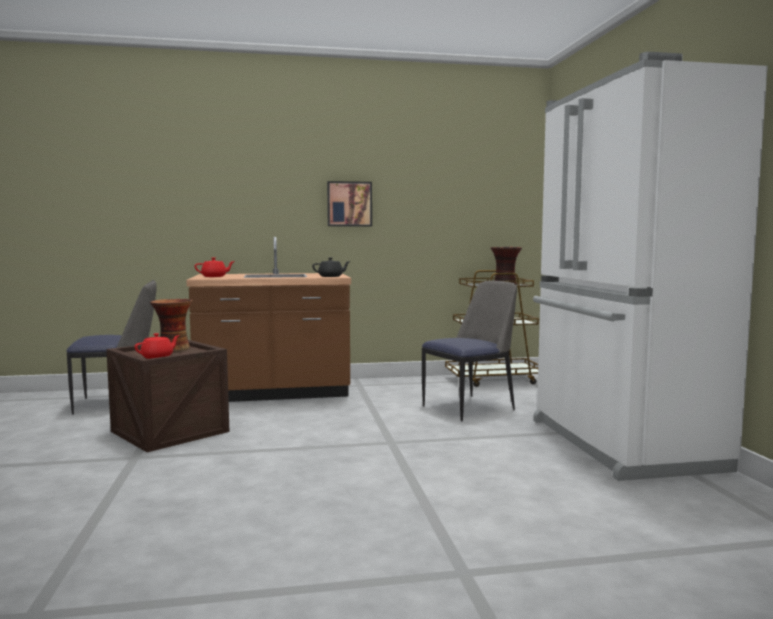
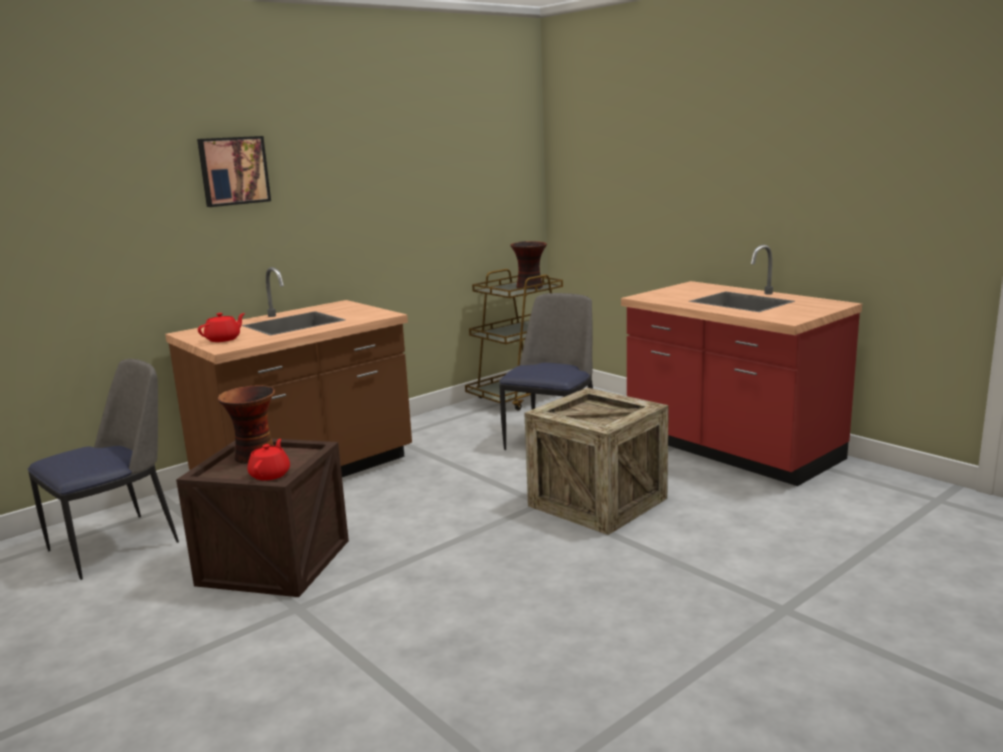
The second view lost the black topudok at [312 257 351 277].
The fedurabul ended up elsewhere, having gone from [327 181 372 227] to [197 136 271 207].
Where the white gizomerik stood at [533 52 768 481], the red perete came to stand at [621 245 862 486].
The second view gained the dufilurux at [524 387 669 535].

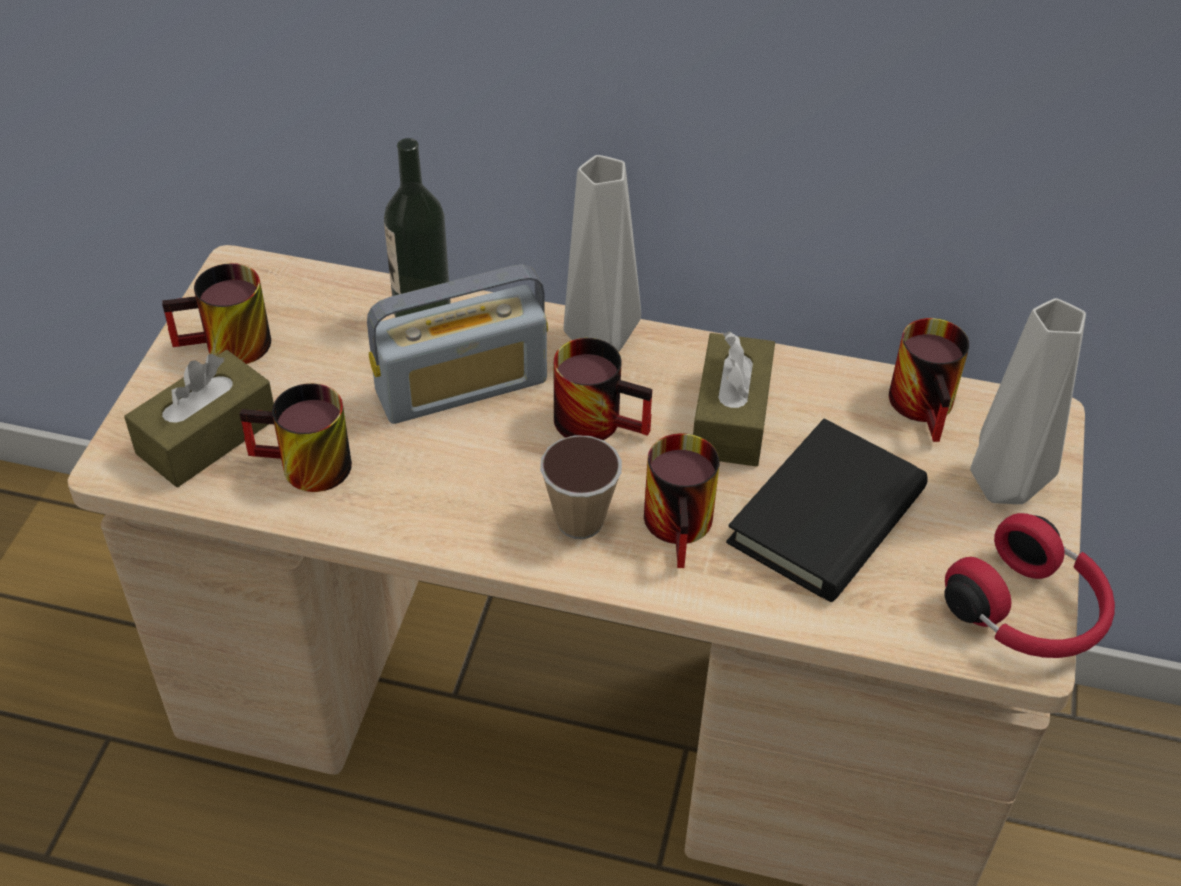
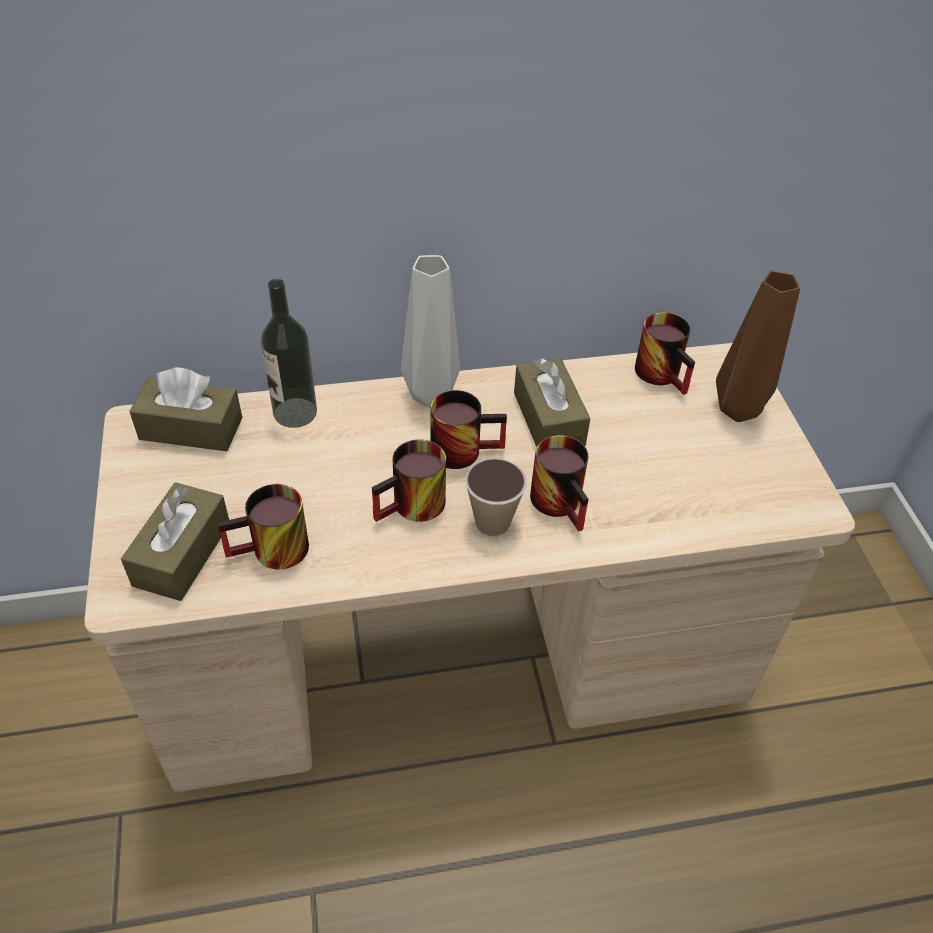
The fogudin ended up elsewhere, having gone from [162 263 271 364] to [372 439 446 522].
The second view lost the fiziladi at [367 264 548 424].
The second view lost the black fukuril at [726 419 928 602].
The second view lost the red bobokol at [944 513 1115 658].
What was the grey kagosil at [970 298 1086 504] turned into the brown kagosil at [716 270 800 422].
The second view gained the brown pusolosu at [129 367 242 451].

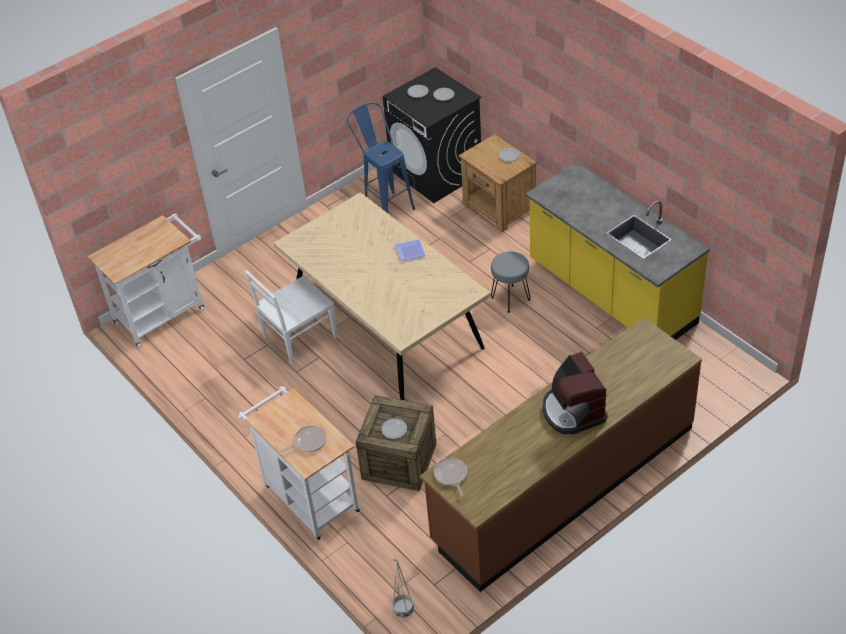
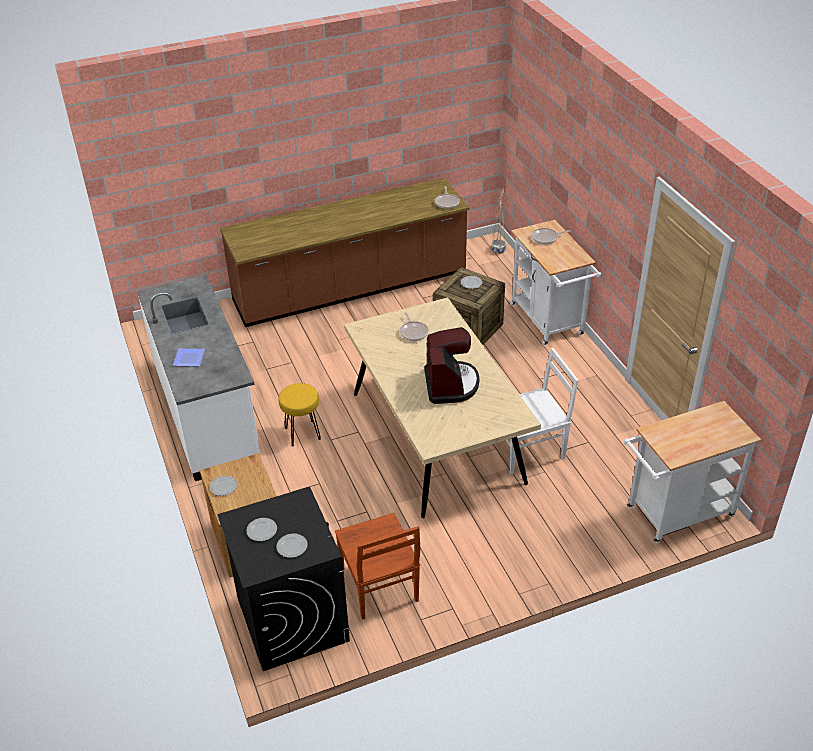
Where the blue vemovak stood at [347 102 415 213], the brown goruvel came to stand at [335 513 420 620].
The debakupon ended up elsewhere, having gone from [395 239 425 261] to [173 348 205 366].
What was the grey vemovak at [491 252 530 313] turned into the yellow vemovak at [278 383 321 447].
What was the yellow perete at [526 162 709 340] turned into the white perete at [137 275 260 481].
The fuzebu ended up elsewhere, having gone from [543 352 608 434] to [424 327 480 404].
The second view gained the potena at [400 312 429 341].

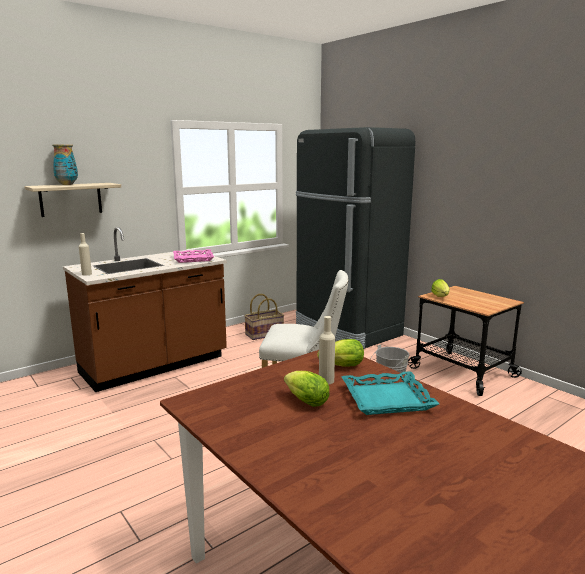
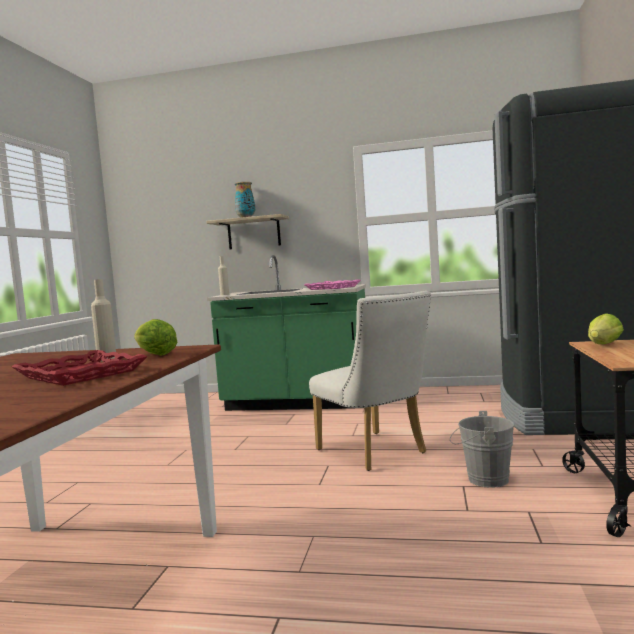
What was the brown perete at [63 227 227 392] turned into the green perete at [207 255 366 411].
The second view lost the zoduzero at [244 294 284 340].
The second view lost the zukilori at [284 371 330 407].
What was the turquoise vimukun at [341 371 439 415] turned into the red vimukun at [12 350 148 386].

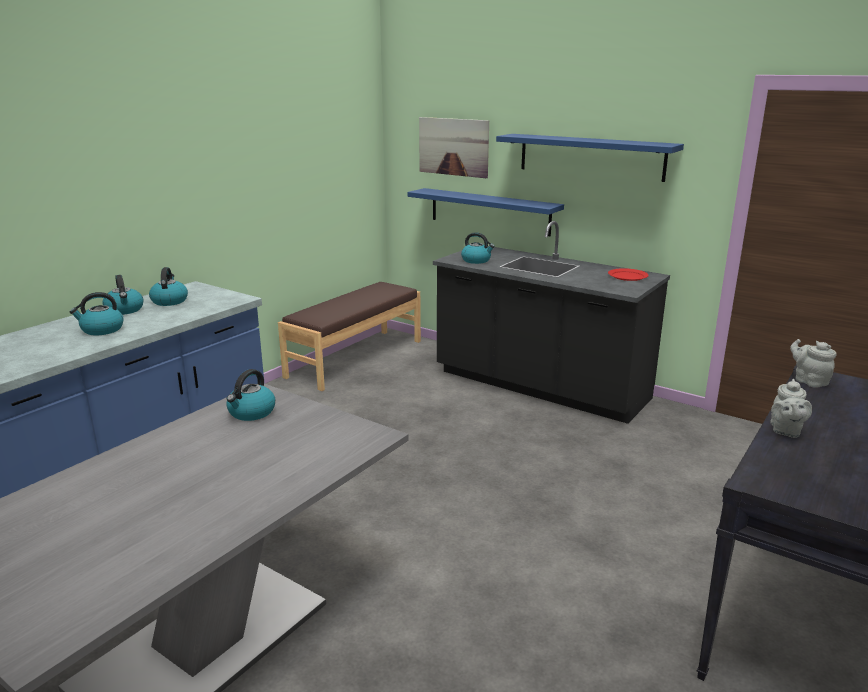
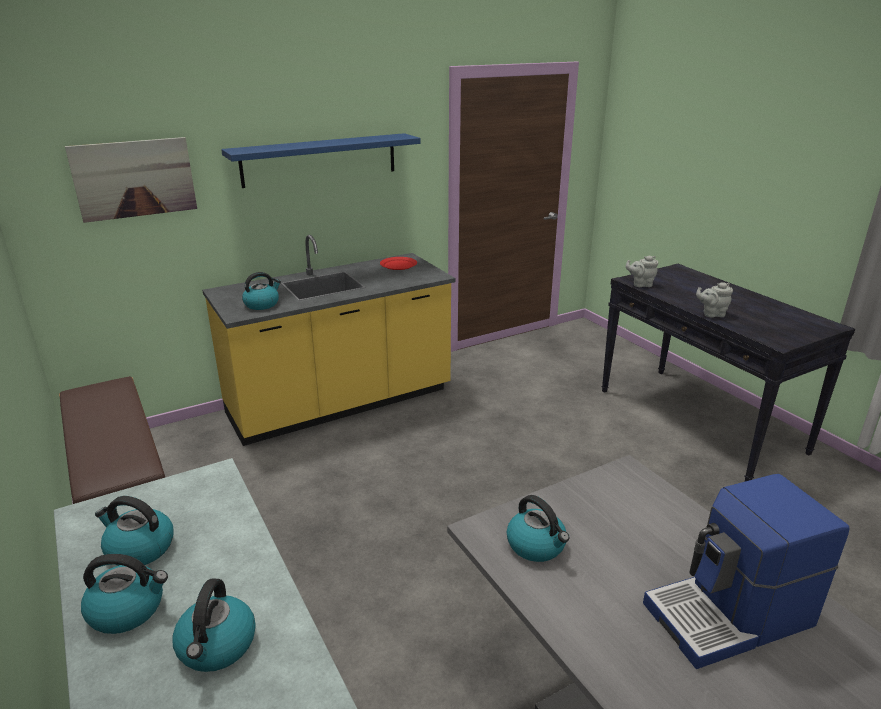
The second view lost the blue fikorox at [407 188 564 236].
What was the black perete at [433 221 670 424] turned into the yellow perete at [202 235 455 446].
The grey topudok at [770 379 812 438] ended up facing another way, 135 degrees clockwise from before.
The second view gained the fuzebu at [643 474 850 669].

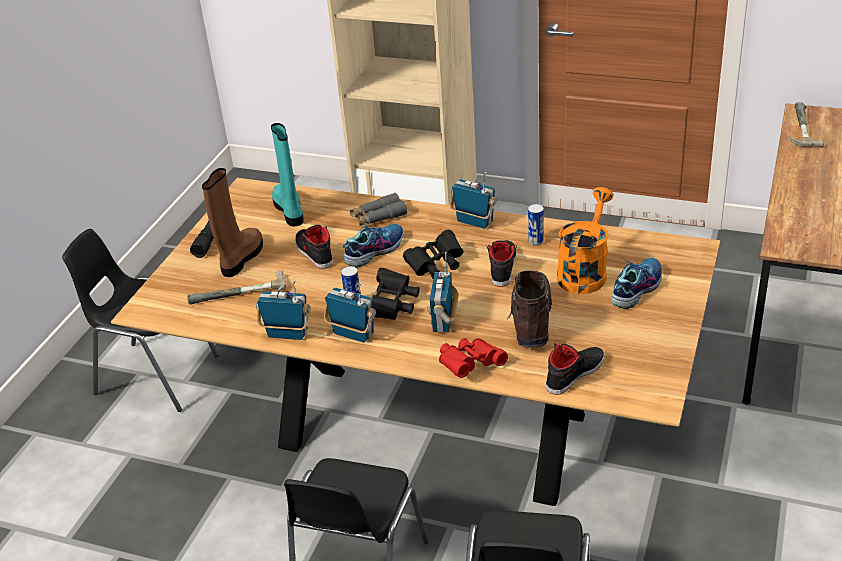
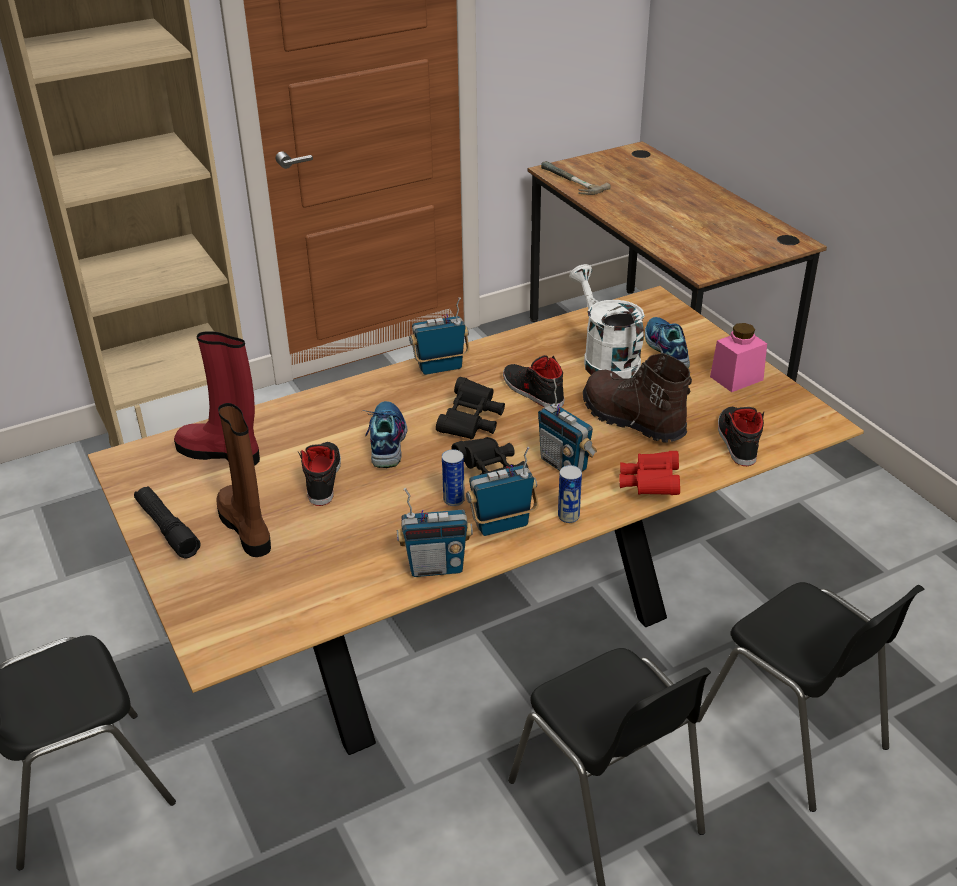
The second view lost the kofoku at [187 271 286 305].
The fiziladi at [256 280 310 340] ended up facing another way, 150 degrees counterclockwise from before.
What was the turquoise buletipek at [271 123 304 226] turned into the red buletipek at [174 331 260 466].
The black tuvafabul at [295 225 333 268] ended up facing another way, 75 degrees clockwise from before.
The second view lost the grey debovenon at [350 193 407 226].
The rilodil ended up elsewhere, having gone from [528 204 544 246] to [558 465 582 523].
What was the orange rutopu at [557 187 614 294] turned into the white rutopu at [569 264 645 379].
The second view gained the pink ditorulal at [710 323 767 392].

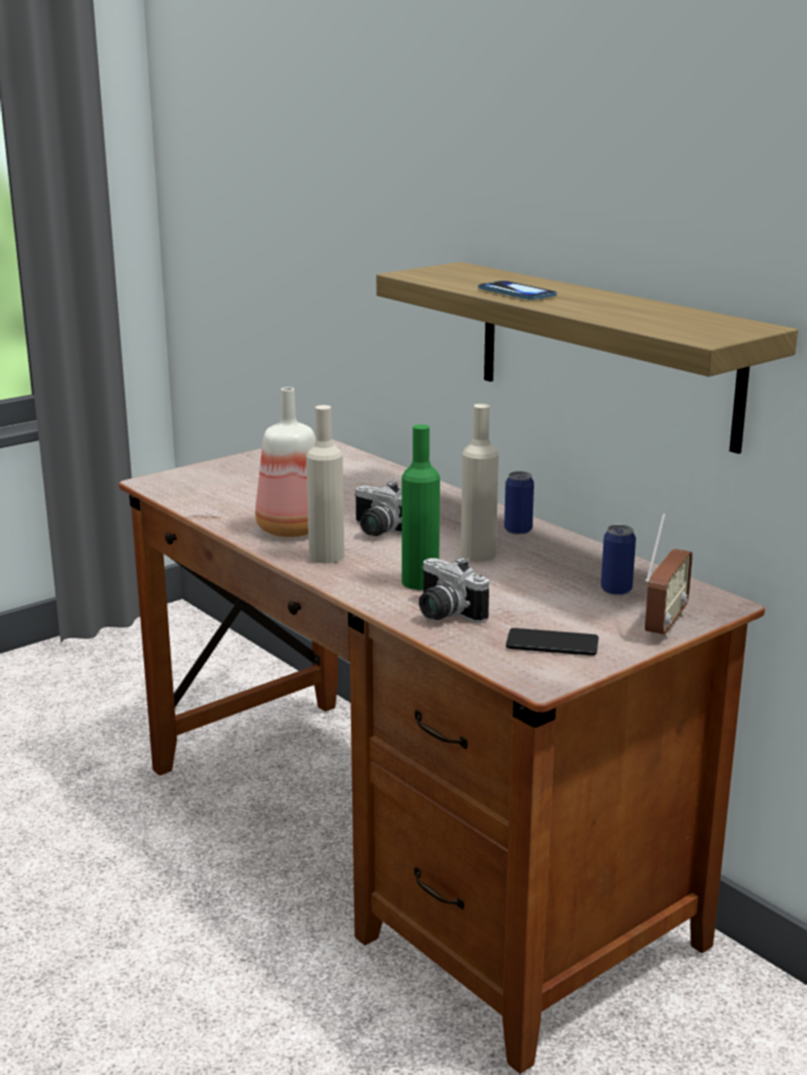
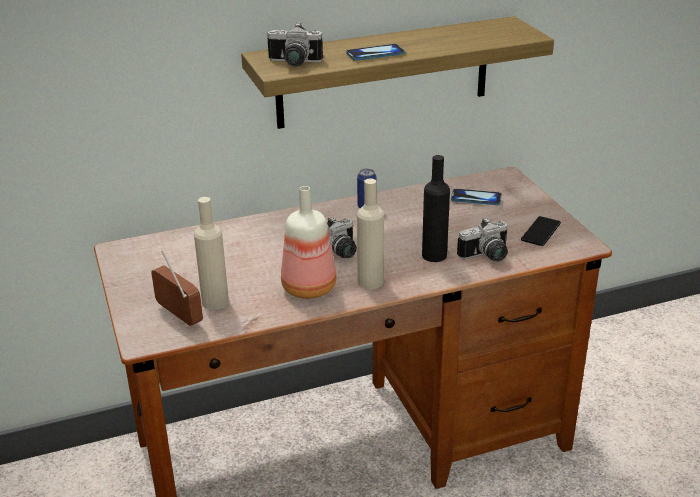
What was the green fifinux at [402 424 440 590] turned into the black fifinux at [422 155 450 262].
The beige fifinux ended up elsewhere, having gone from [461 404 499 562] to [194 197 229 310].
Where the rilodil stood at [601 525 636 595], the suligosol came to stand at [451 189 502 205].
The fiziladi ended up elsewhere, having gone from [645 513 693 638] to [151 251 203 327].
The second view gained the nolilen at [267 23 323 67].

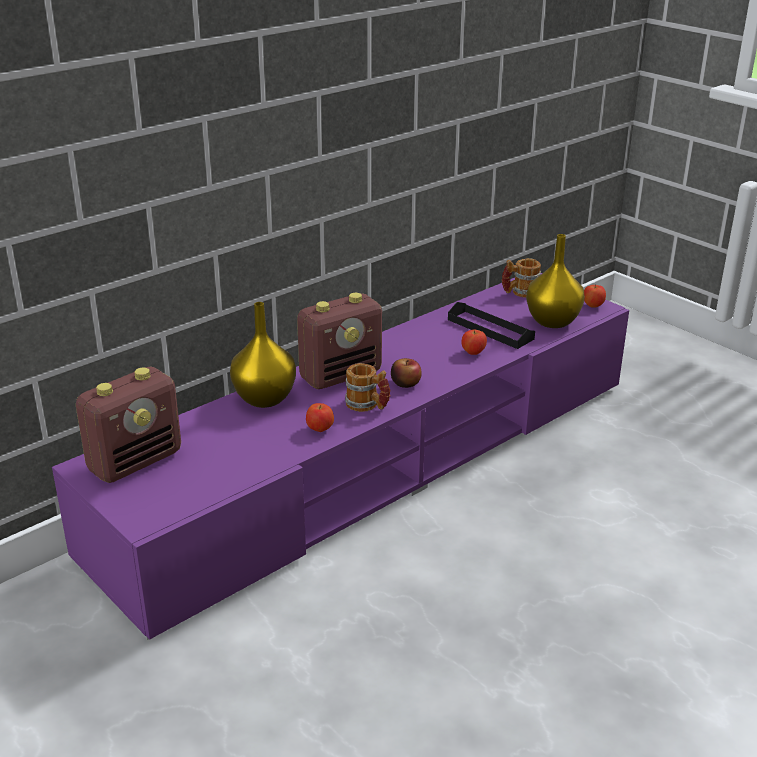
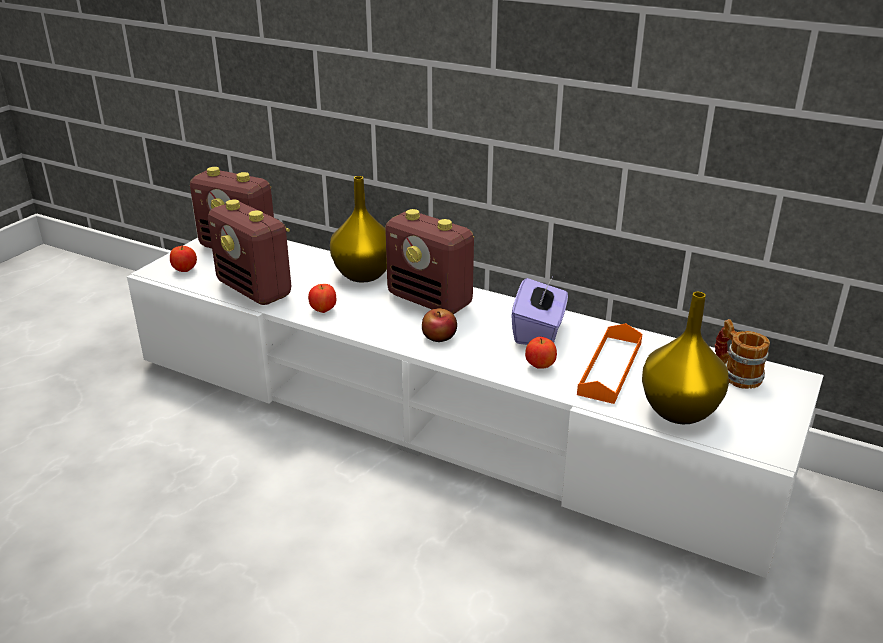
What was the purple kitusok at [52 273 629 640] turned into the white kitusok at [127 238 824 578].
The second view lost the fogudin at [345 363 391 412].
What was the black vimukun at [448 302 535 349] turned into the orange vimukun at [577 323 642 404].
The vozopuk ended up elsewhere, having gone from [584 284 606 308] to [170 246 197 272].
The second view gained the fiziladi at [208 200 291 305].
The second view gained the purple pusolosu at [511 275 568 345].

